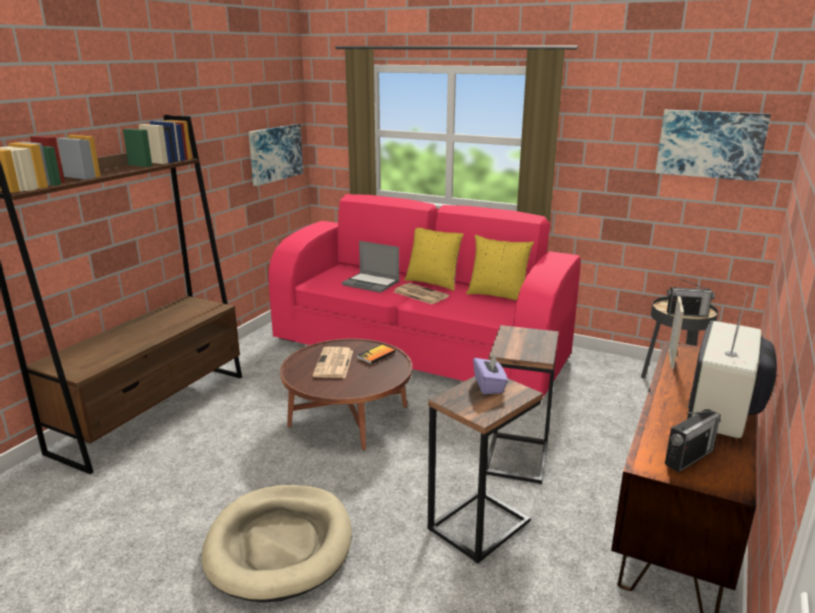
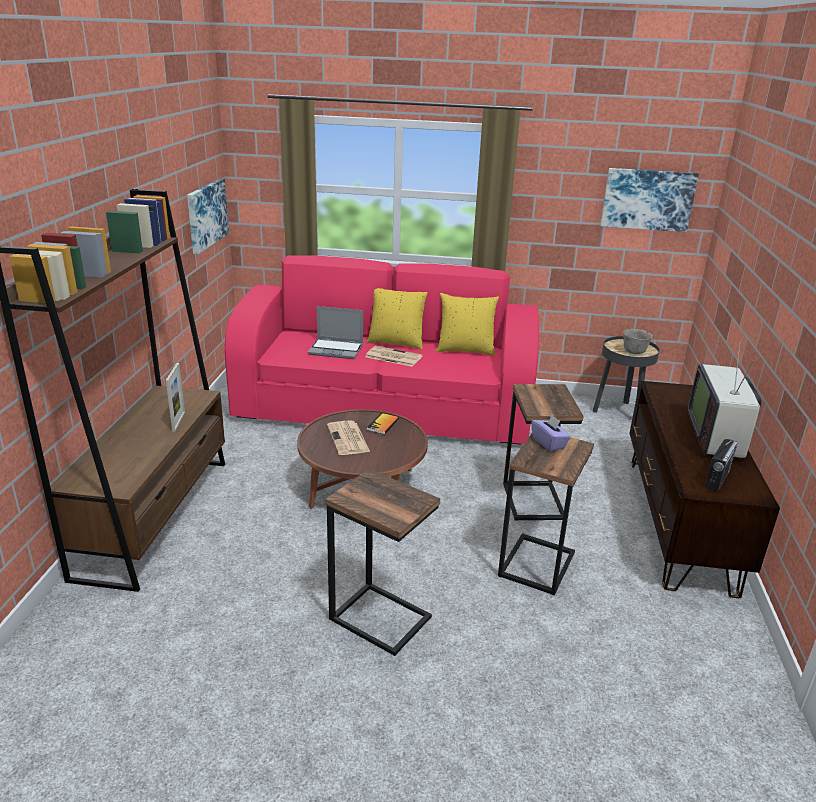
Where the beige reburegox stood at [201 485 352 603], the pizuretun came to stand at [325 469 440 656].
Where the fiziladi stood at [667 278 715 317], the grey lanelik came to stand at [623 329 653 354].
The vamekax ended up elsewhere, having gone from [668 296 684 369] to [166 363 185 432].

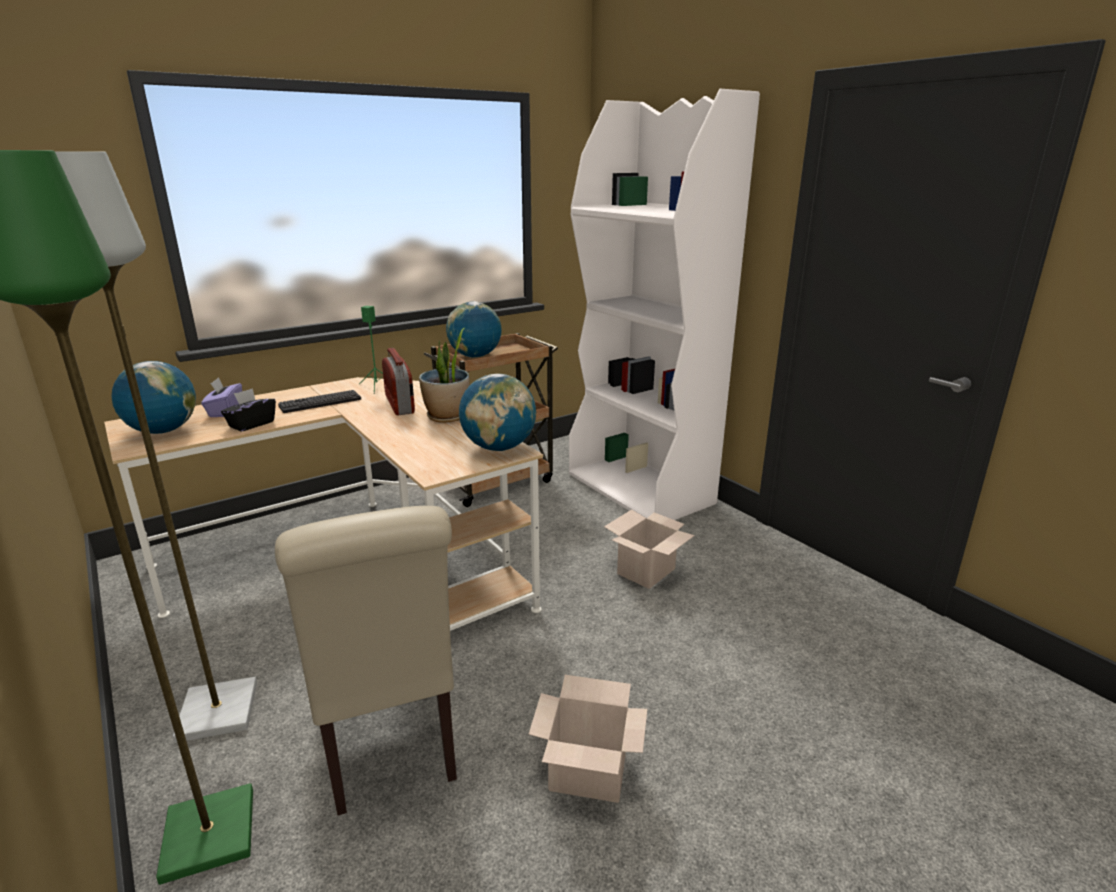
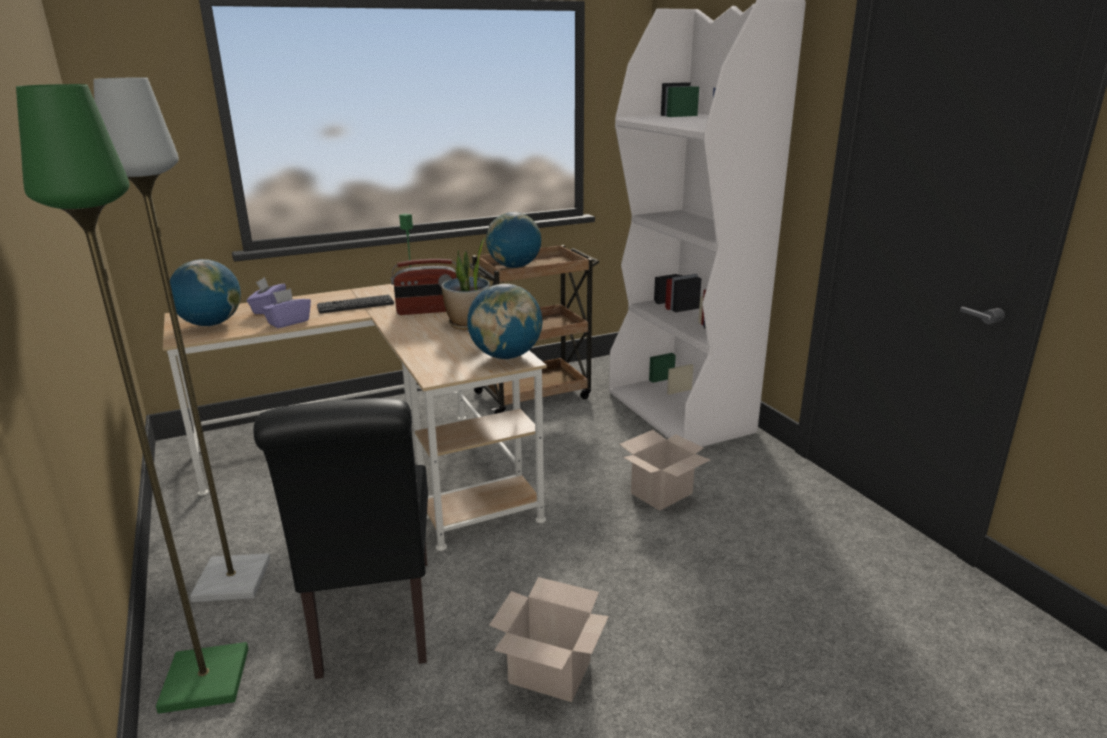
What was the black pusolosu at [221 388 276 432] turned into the purple pusolosu at [261 288 311 328].
What was the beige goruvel at [275 506 457 816] turned into the black goruvel at [253 398 428 679].
The fiziladi at [382 348 415 415] ended up facing another way, 90 degrees clockwise from before.

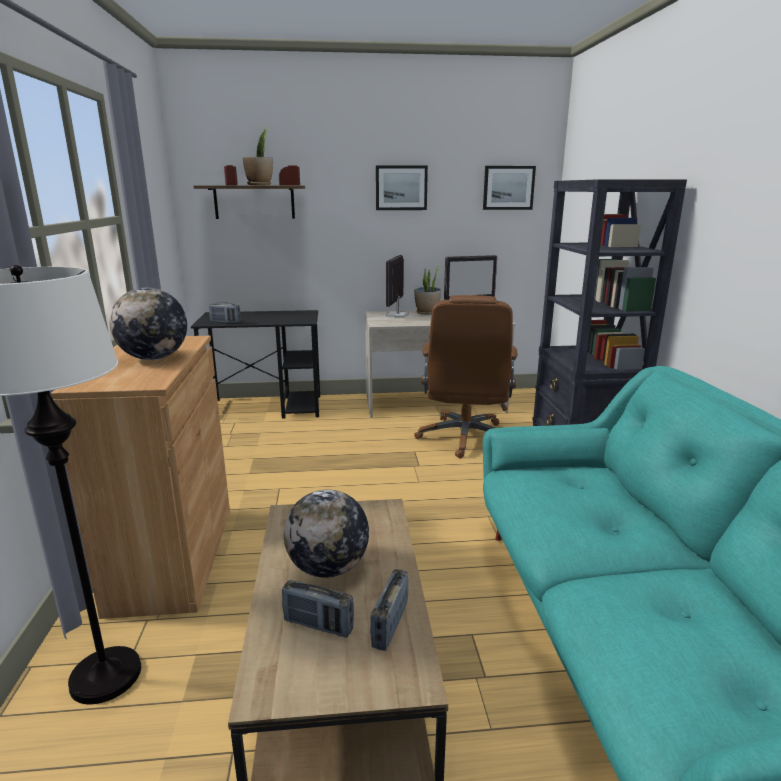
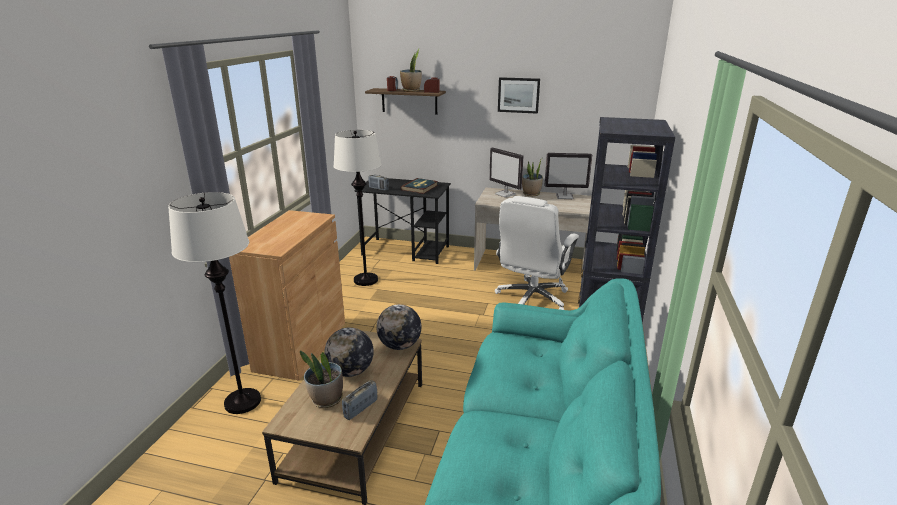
The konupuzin ended up elsewhere, having gone from [109 288 187 360] to [376 304 421 350].
Where the fiziladi stood at [282 580 354 637], the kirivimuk came to stand at [300 350 343 408].
The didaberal at [385 255 409 317] ended up facing another way, 75 degrees counterclockwise from before.
What was the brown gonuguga at [414 295 518 458] turned into the white gonuguga at [495 196 579 310].
The second view lost the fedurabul at [483 166 536 210].
The second view gained the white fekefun at [333 130 382 286].
The second view gained the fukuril at [401 178 438 194].

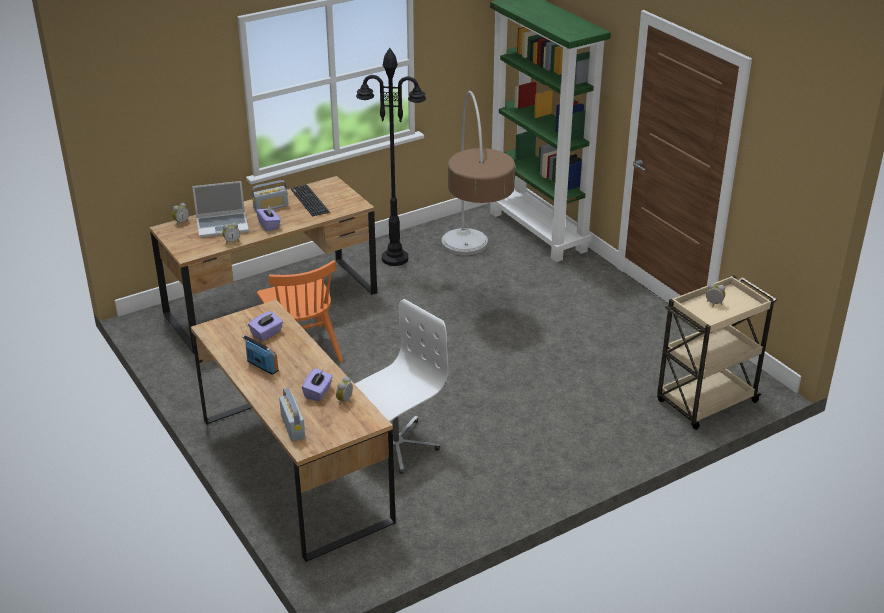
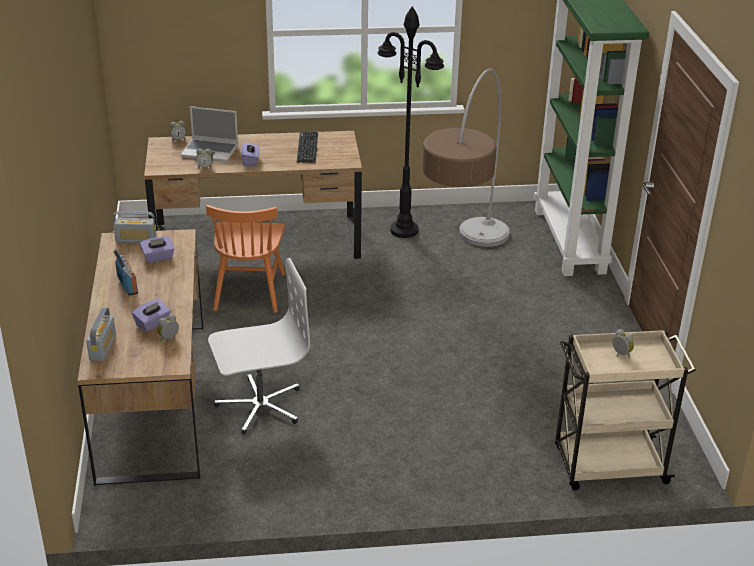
The fiziladi ended up elsewhere, having gone from [252 180 288 211] to [113 211 156 243].

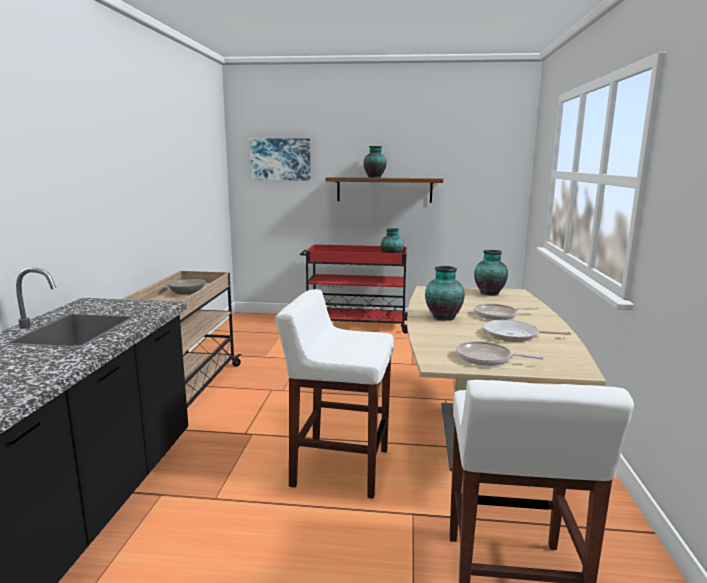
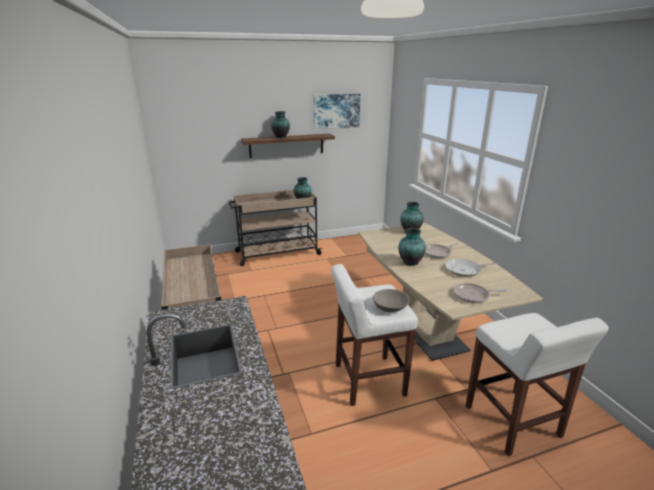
The grey lanelik ended up elsewhere, having gone from [168 279 205 295] to [373 289 410 312].
The fedurabul ended up elsewhere, having gone from [250 138 311 181] to [314 94 360 129].
What was the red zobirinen at [300 244 408 334] turned into the beige zobirinen at [229 190 322 266].

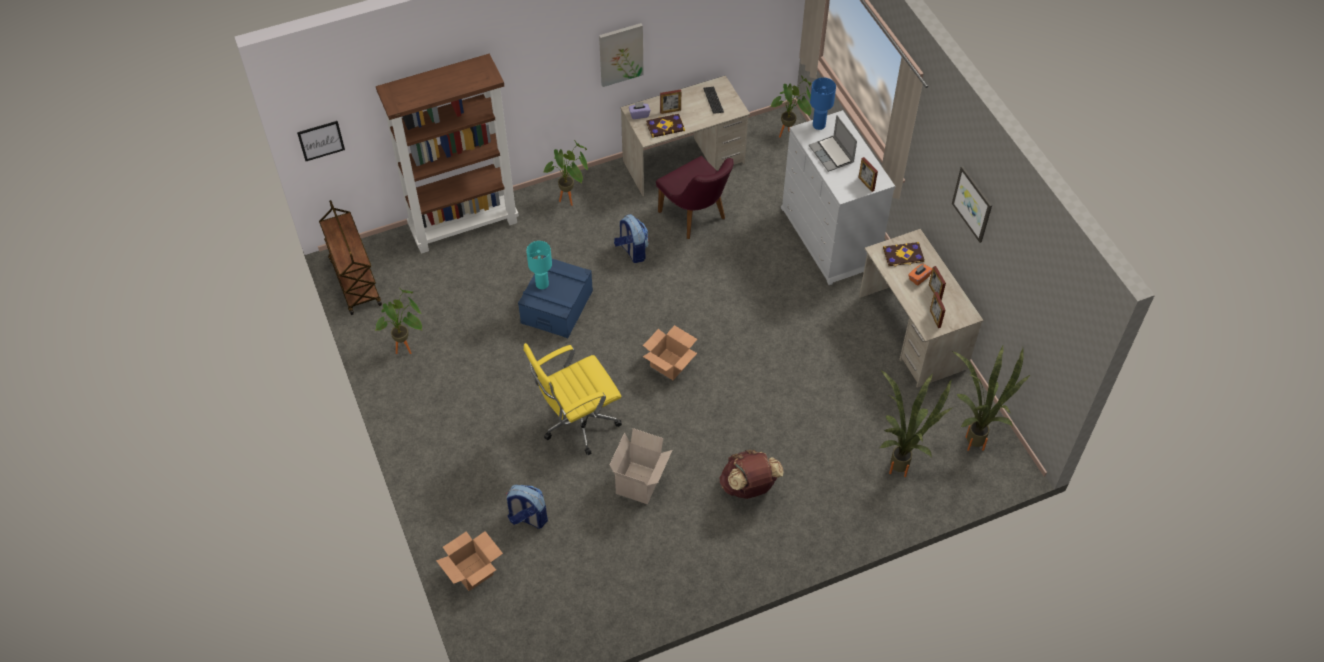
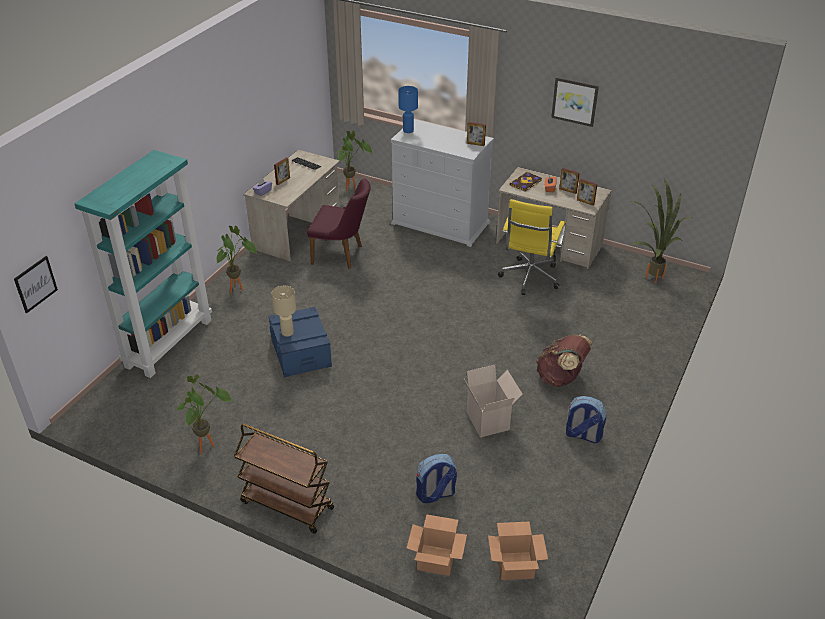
The brown zobirinen ended up elsewhere, having gone from [319 200 382 315] to [234 424 334 534].
What was the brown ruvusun at [376 54 519 254] turned into the turquoise ruvusun at [75 150 212 378].
The yellow gonuguga ended up elsewhere, having gone from [524 343 622 455] to [498 199 566 295].
What was the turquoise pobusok at [526 241 552 289] turned into the beige pobusok at [272 286 296 337].
The second view lost the fedurabul at [599 23 644 87].
The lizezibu ended up elsewhere, having gone from [614 214 649 263] to [566 396 606 443].
The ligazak ended up elsewhere, having gone from [643 325 697 380] to [488 522 548 580].
The second view lost the fukuril at [646 114 685 138].
The second view lost the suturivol at [809 115 857 172].
The second view lost the kirivimuk at [880 370 952 477].

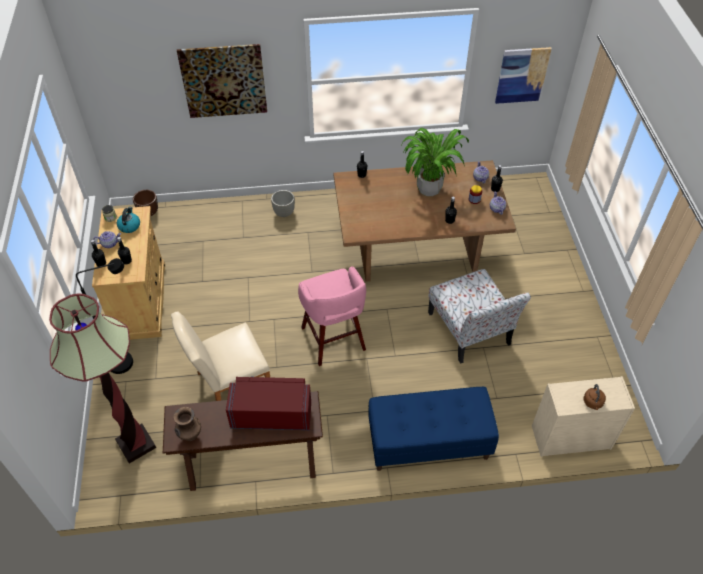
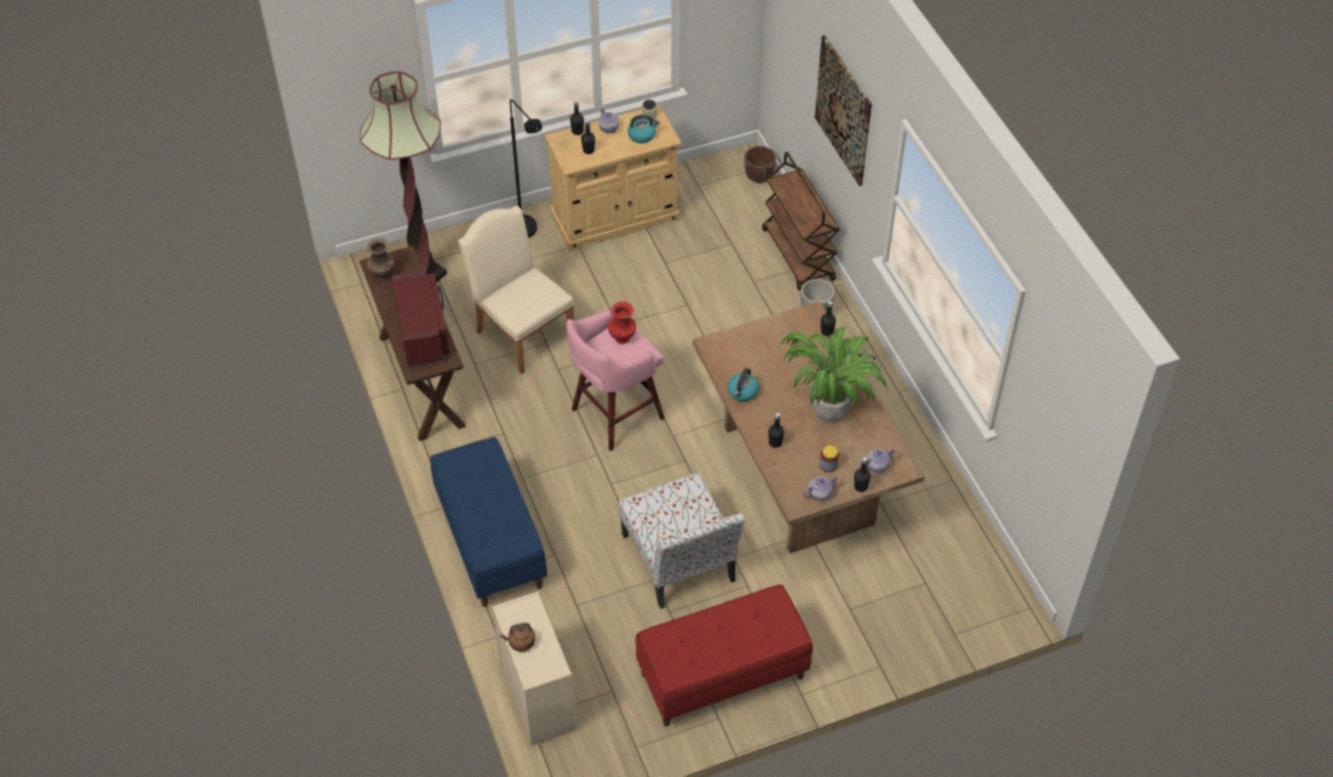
The goruvel at [428 269 531 364] ended up facing another way, 75 degrees counterclockwise from before.
The second view lost the fedurabul at [495 47 552 104].
The second view gained the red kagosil at [608 301 636 344].
The second view gained the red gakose at [635 584 813 727].
The second view gained the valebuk at [728 368 759 402].
The second view gained the brown zobirinen at [762 152 840 291].

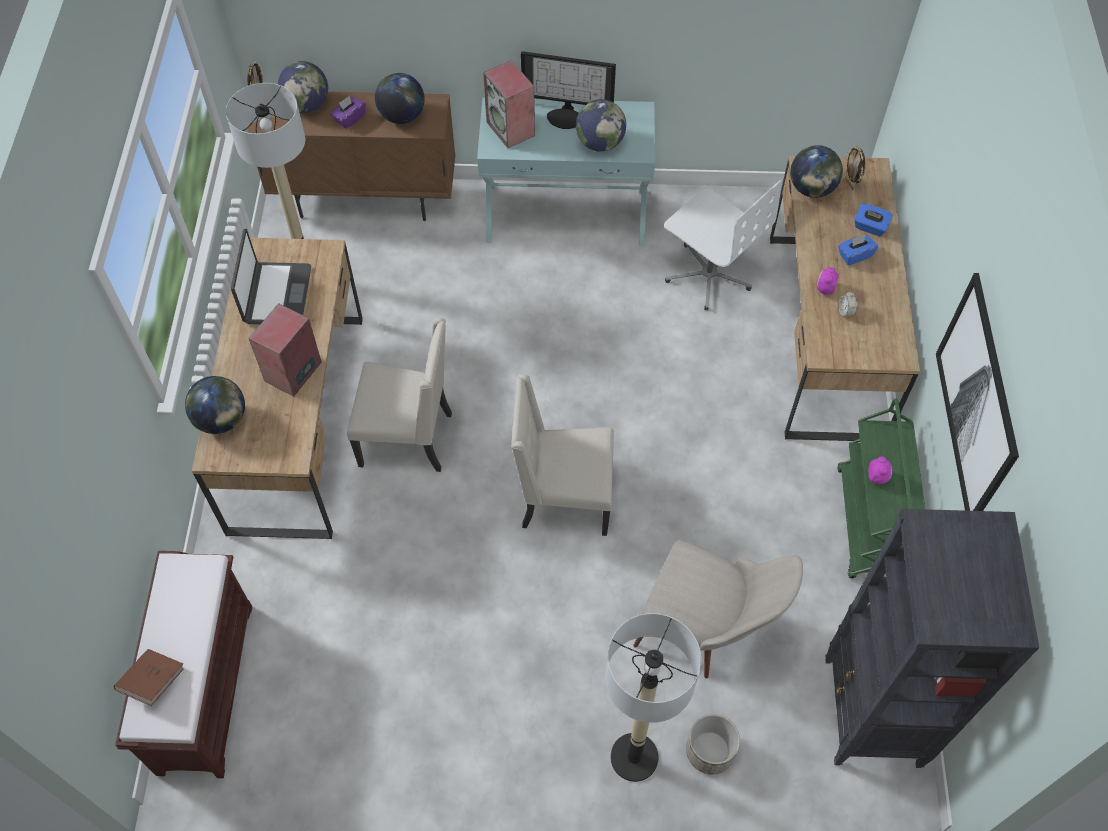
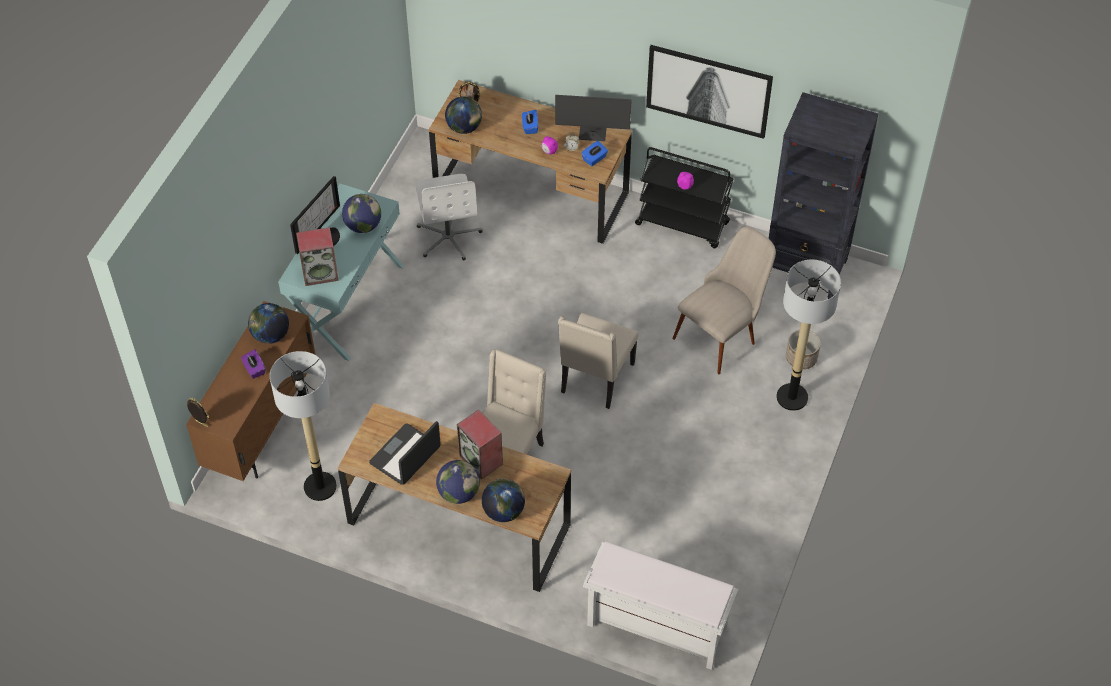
The second view lost the brown fukuril at [114 649 184 706].
What was the brown gakose at [115 551 252 778] turned into the white gakose at [583 541 738 670].
The suturivol at [231 229 311 324] ended up facing another way, 75 degrees counterclockwise from before.
The konupuzin ended up elsewhere, having gone from [278 61 328 113] to [436 460 480 504].
The white gonuguga at [664 180 782 311] ended up facing another way, 105 degrees clockwise from before.
What was the green zobirinen at [837 399 925 578] turned into the black zobirinen at [635 147 733 248].
The blue pusolosu ended up elsewhere, having gone from [854 204 893 236] to [581 141 608 166].
The second view gained the didaberal at [555 95 632 141].

